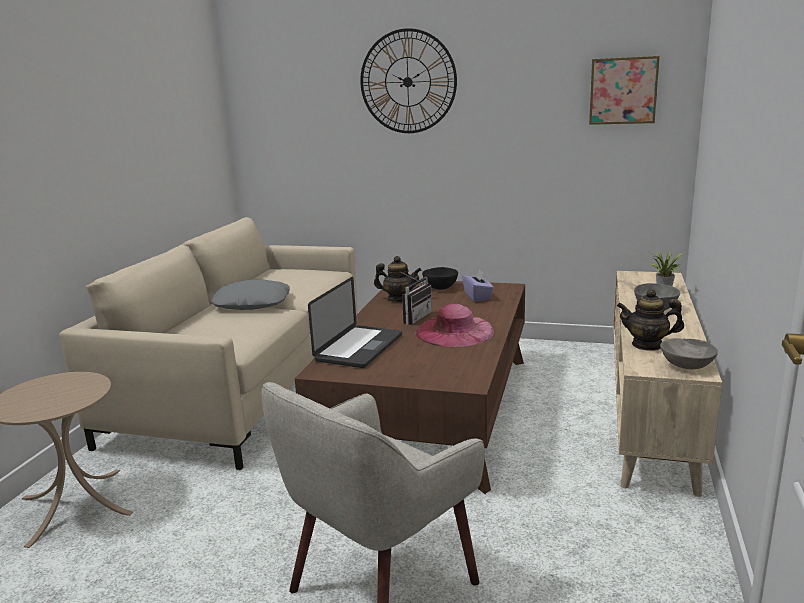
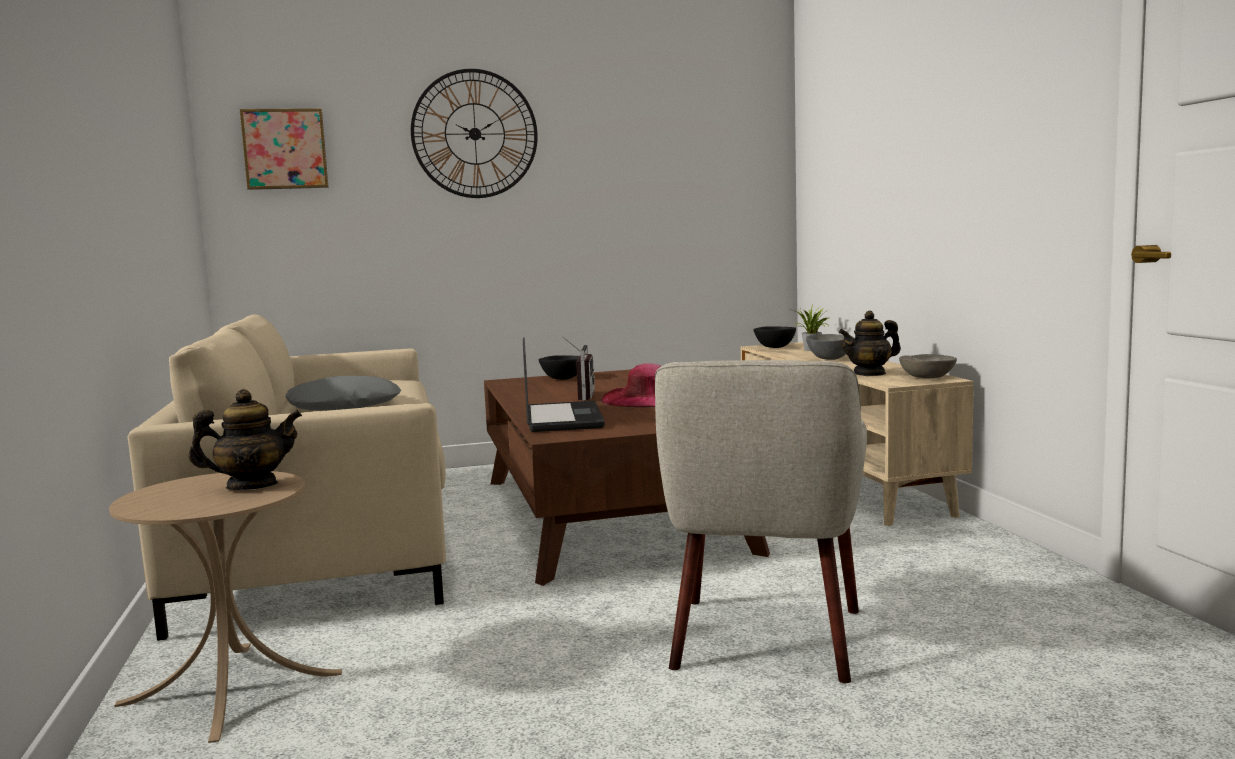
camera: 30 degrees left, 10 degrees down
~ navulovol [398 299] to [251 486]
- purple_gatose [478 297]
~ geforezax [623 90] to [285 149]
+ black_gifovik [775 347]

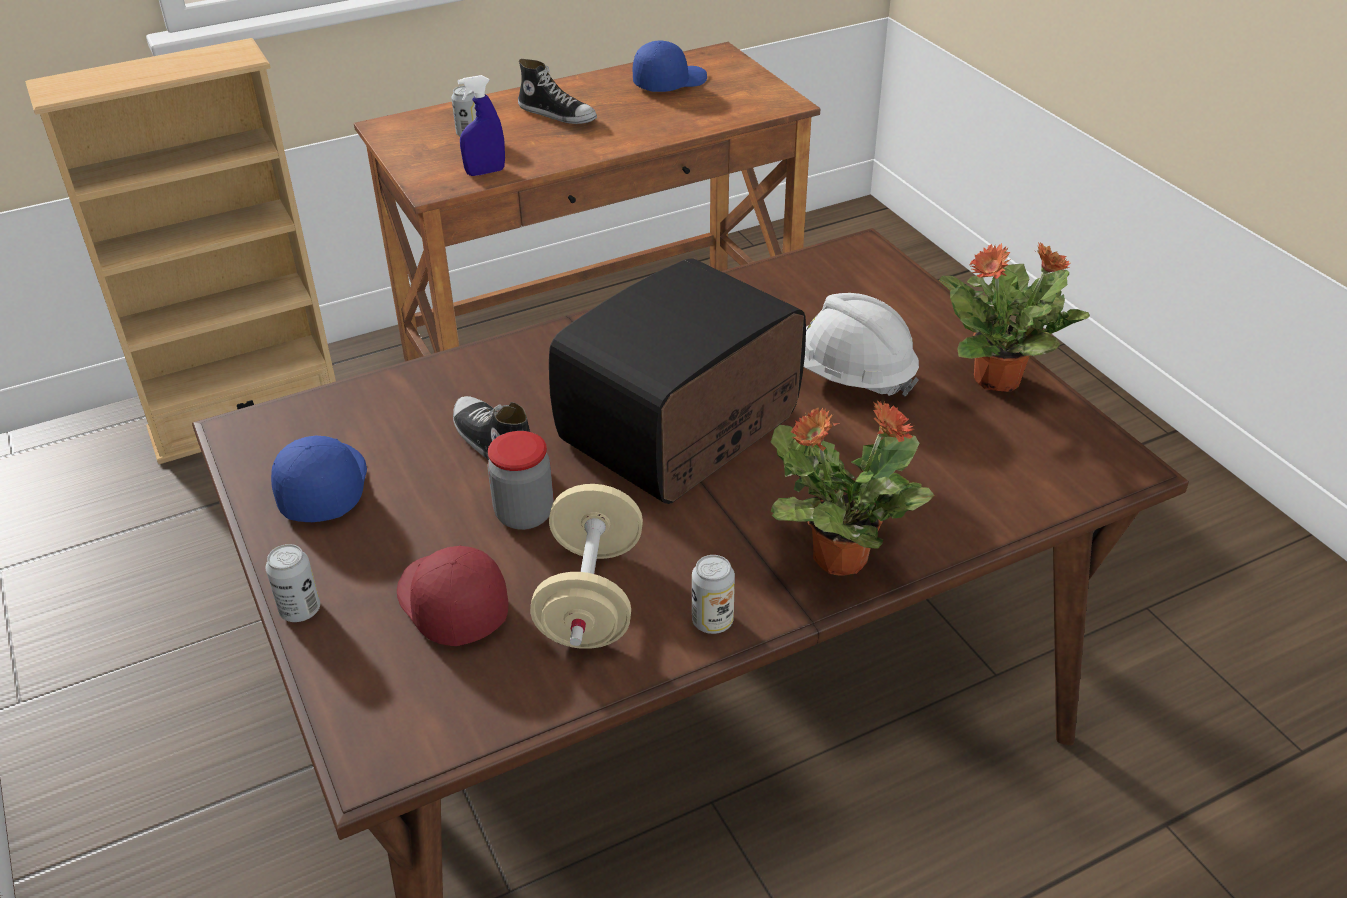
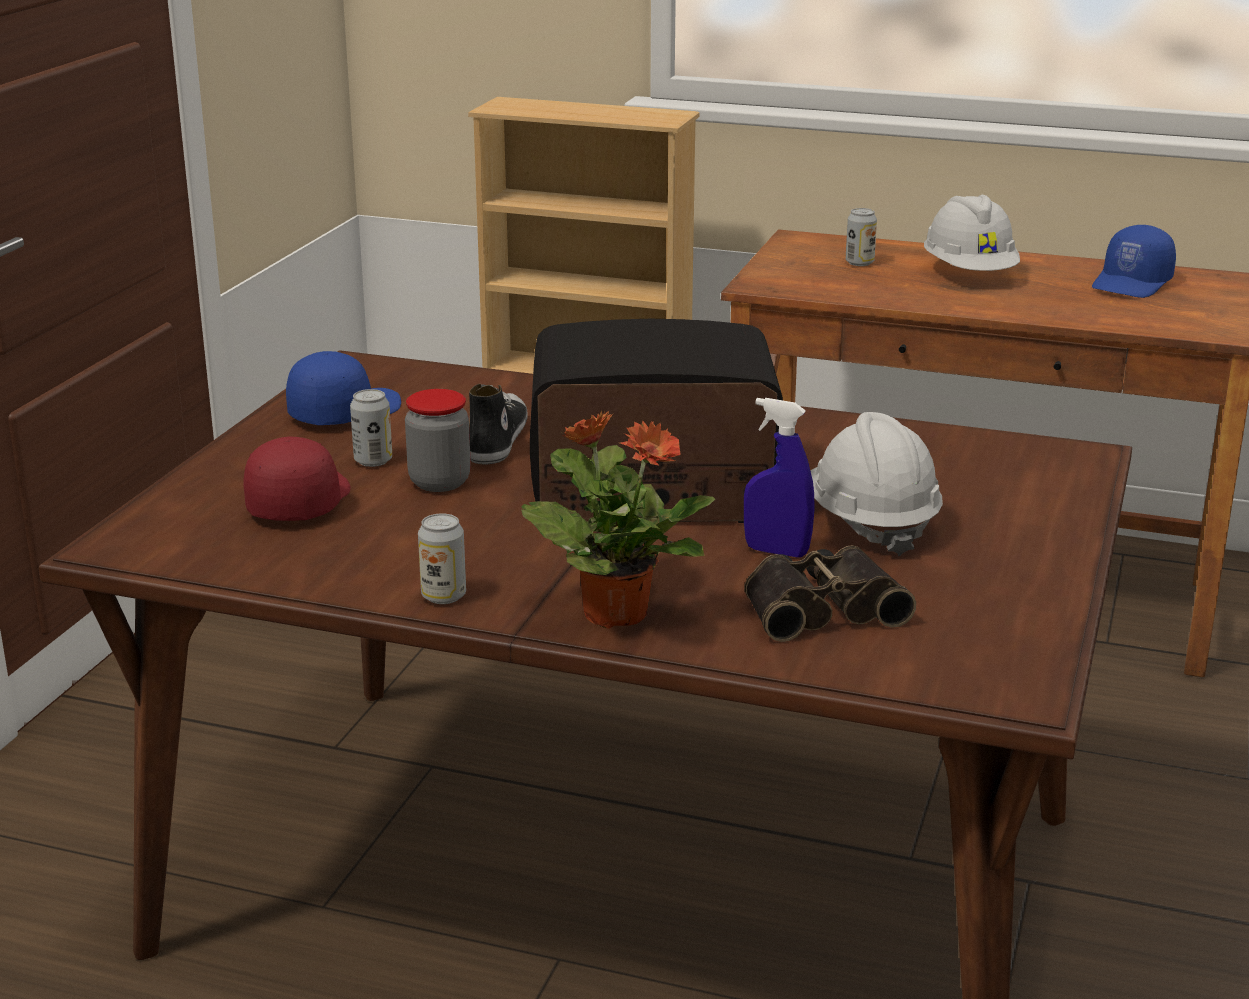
camera: 45 degrees right, 15 degrees down
~ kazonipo [300 610] to [373 461]
~ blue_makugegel [485 172] to [776 551]
~ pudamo [558 114] to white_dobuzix [969 274]
- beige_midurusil [591 598]
~ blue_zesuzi [669 82] = [1133 284] 120 degrees clockwise
- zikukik [999 379]
+ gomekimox [821 607]

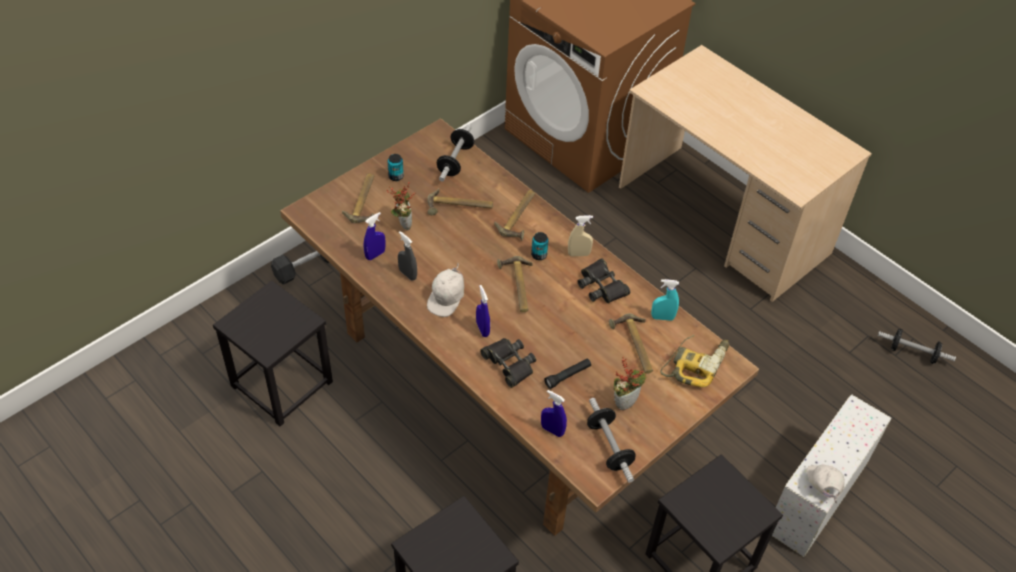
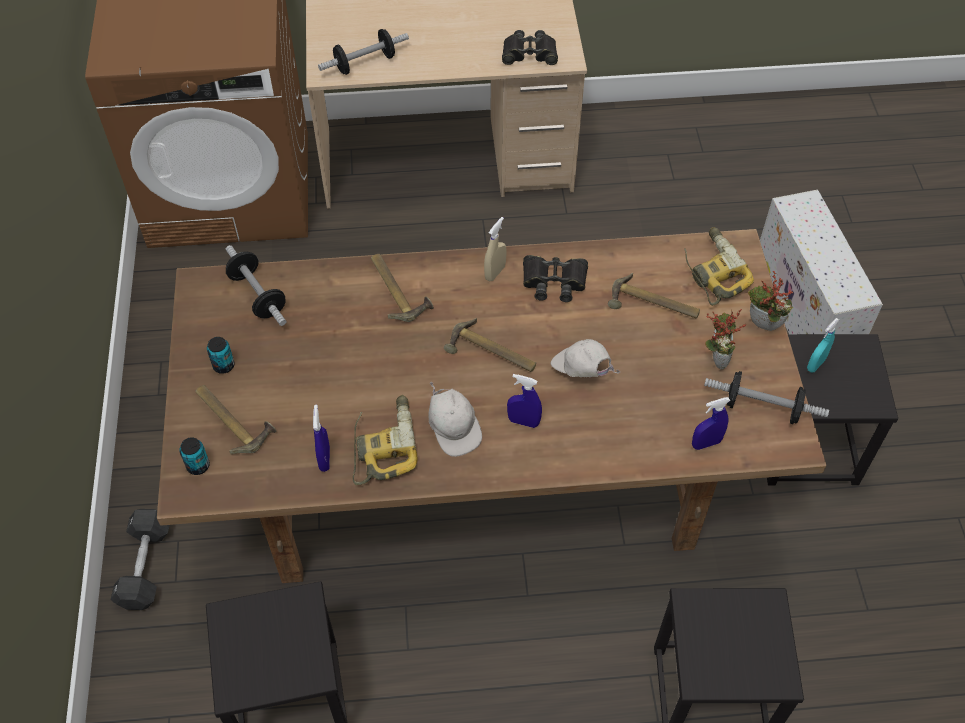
camera: 50 degrees left, 5 degrees up
~ zikukik [402 223] to [761 327]
~ grey_makugegel [407 274] to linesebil [383 444]
- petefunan [459 207]
~ black_gomekimox [509 364] to [529 53]
~ kazonipo [539 255] to [198 466]
- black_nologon [567 376]
~ turquoise_makugegel [662 317] to [816 364]
~ white_zesuzi [822 487] to [581 371]
~ midurusil [912 353] to [365 63]

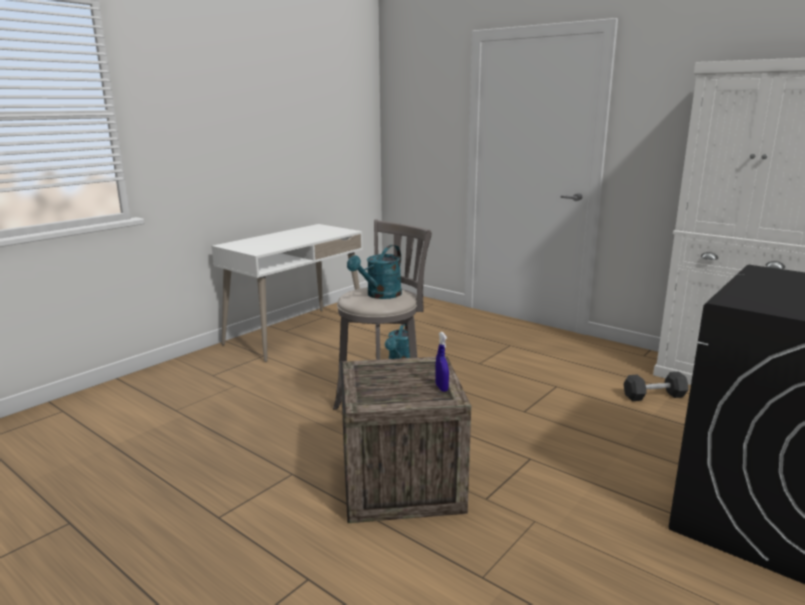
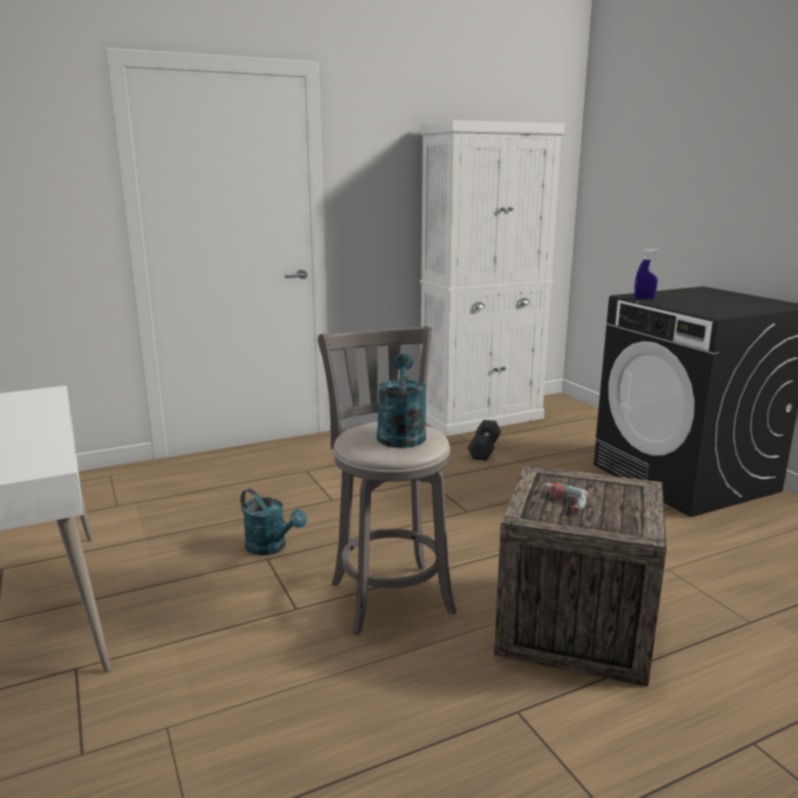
camera: 65 degrees left, 0 degrees up
~ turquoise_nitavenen [380 295] = [401 433] 150 degrees counterclockwise
~ blue_makugegel [441 388] to [644 298]
+ linesebil [561 505]

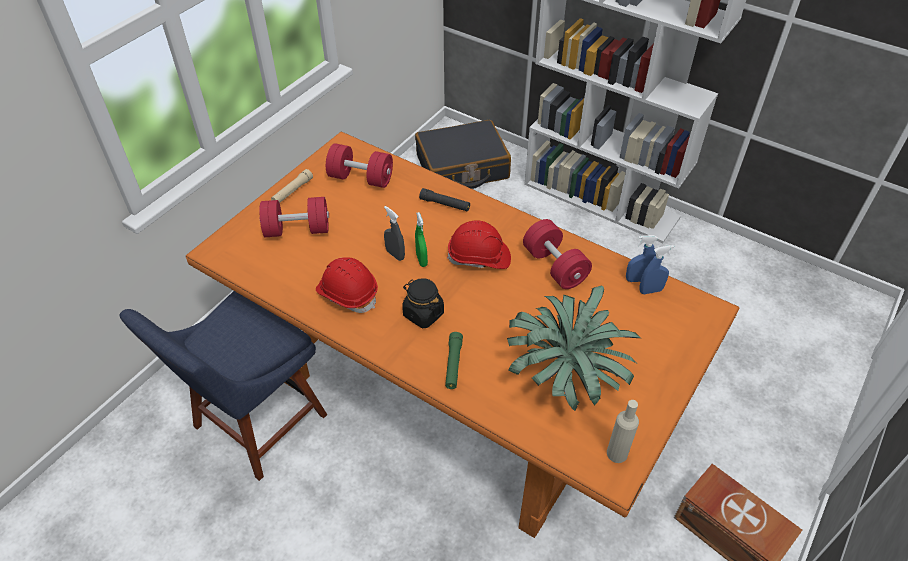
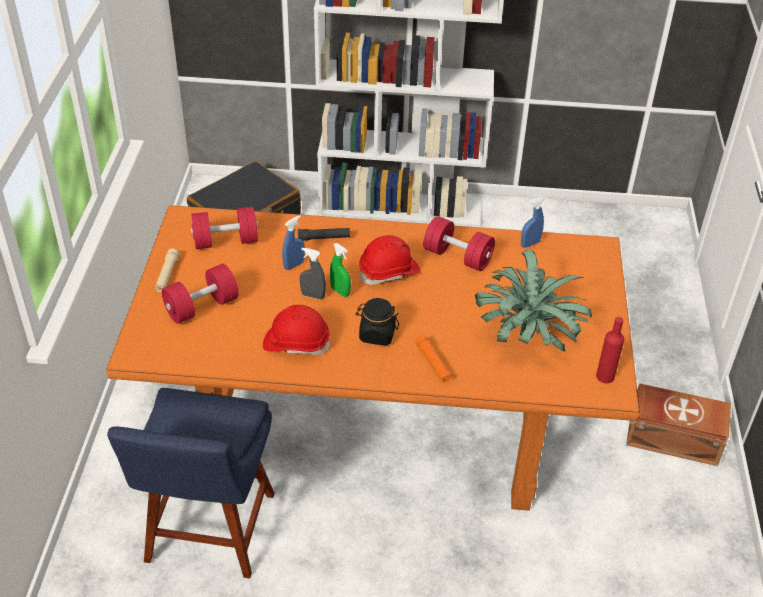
camera: 30 degrees left, 5 degrees down
~ green_nologon [453 364] to orange_nologon [433 363]
~ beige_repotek [617 453] to red_repotek [605 376]
~ blue_makugegel [650 290] to [294 265]

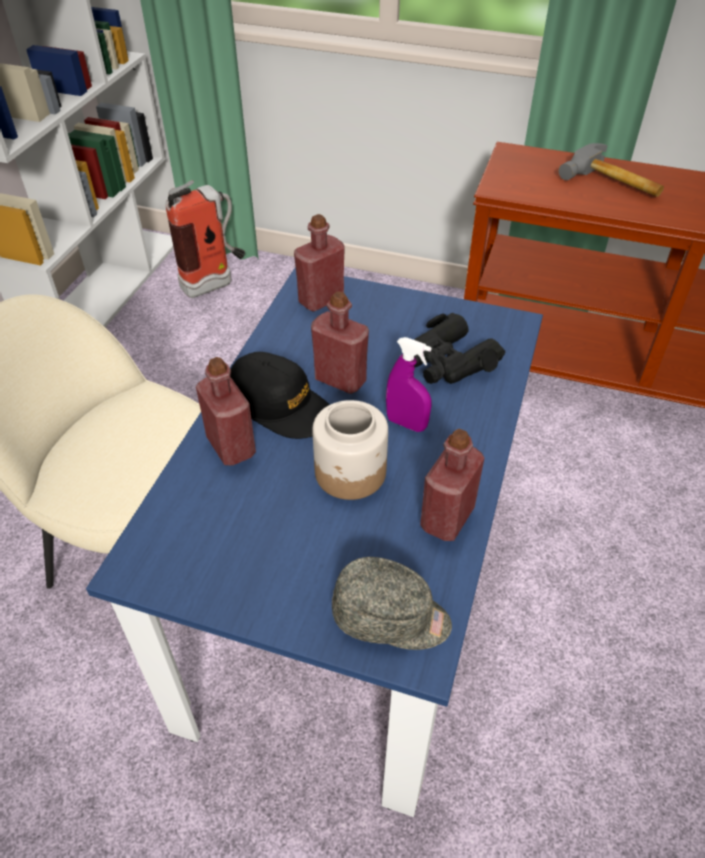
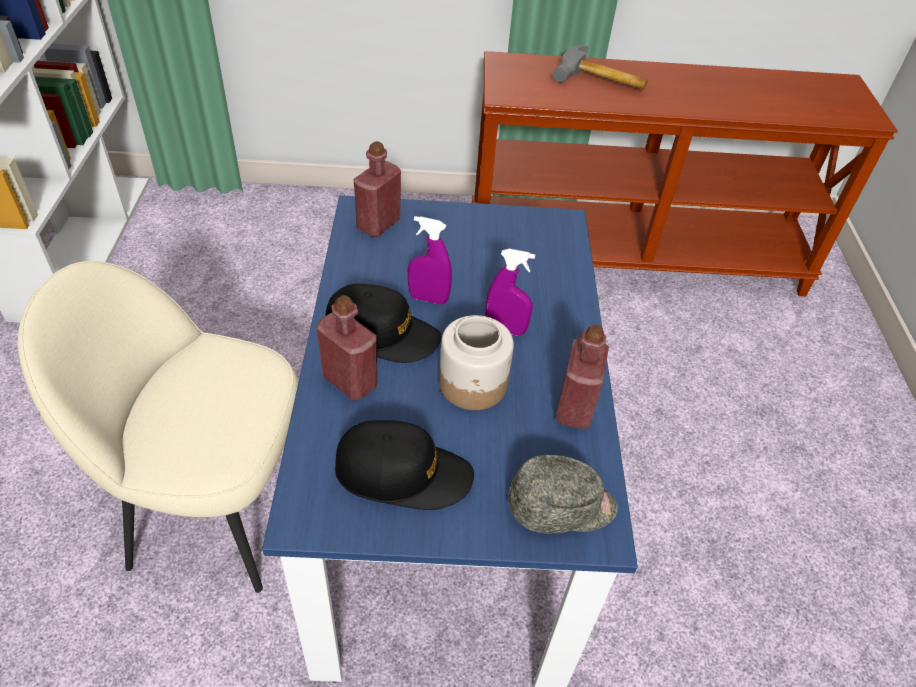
camera: 20 degrees left, 0 degrees up
- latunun [215 283]
~ red_repotek [340 379] to purple_makugegel [428 299]
- black_gomekimox [448 362]
+ black_zesuzi [403 473]

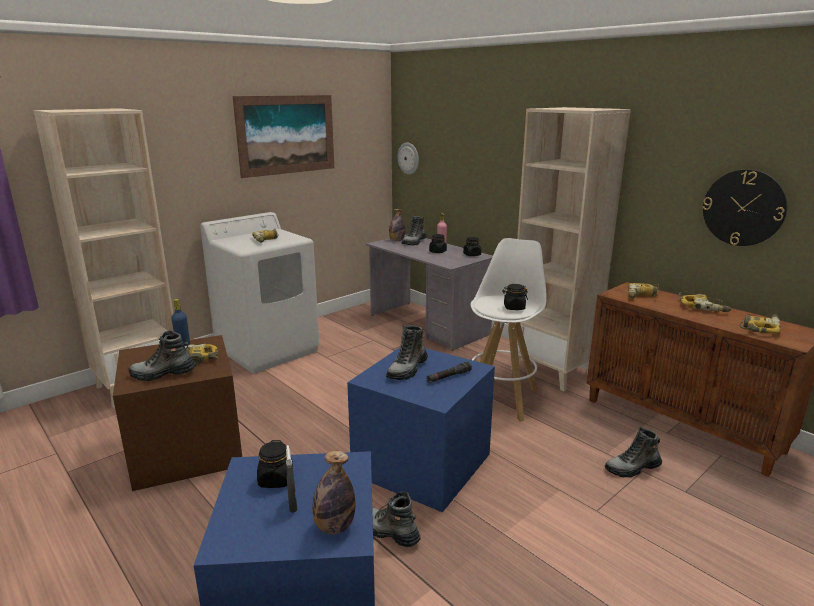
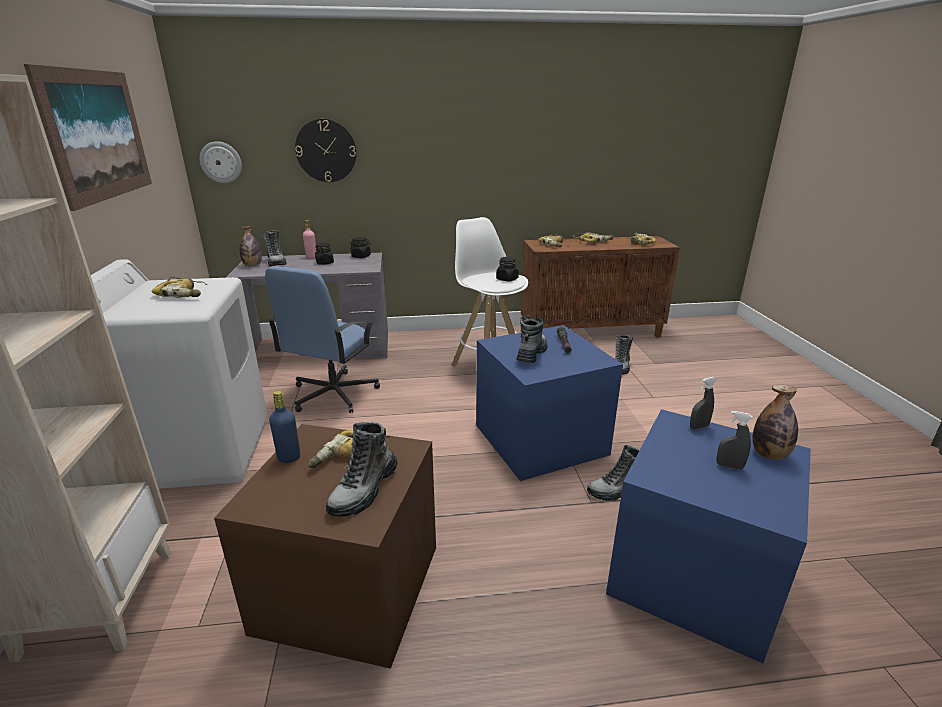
camera: 55 degrees left, 5 degrees up
- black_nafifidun [276 480]
~ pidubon [407 369] = [531 354] 135 degrees counterclockwise
- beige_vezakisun [552 371]
~ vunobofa [743 208] to [326 151]
+ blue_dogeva [333 394]
+ grey_makugegel [699 427]

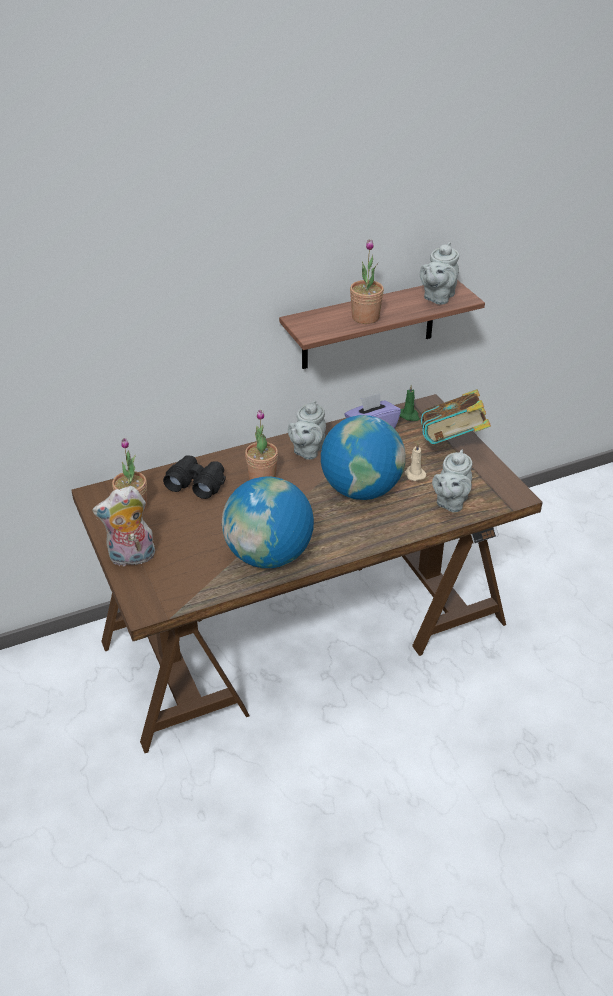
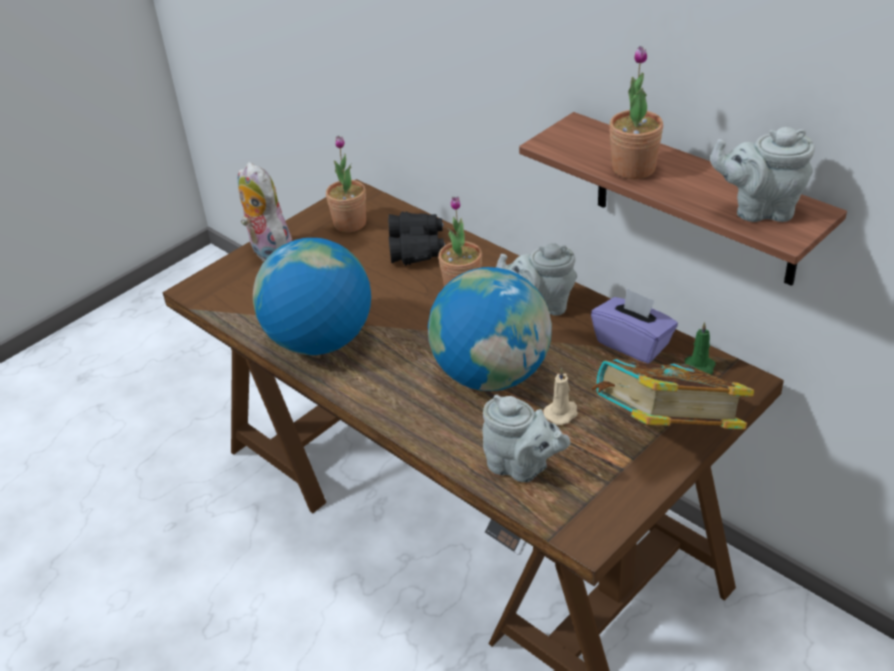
camera: 70 degrees right, 0 degrees up
~ grey_navulovol [450 502] = [522 467] 150 degrees counterclockwise

